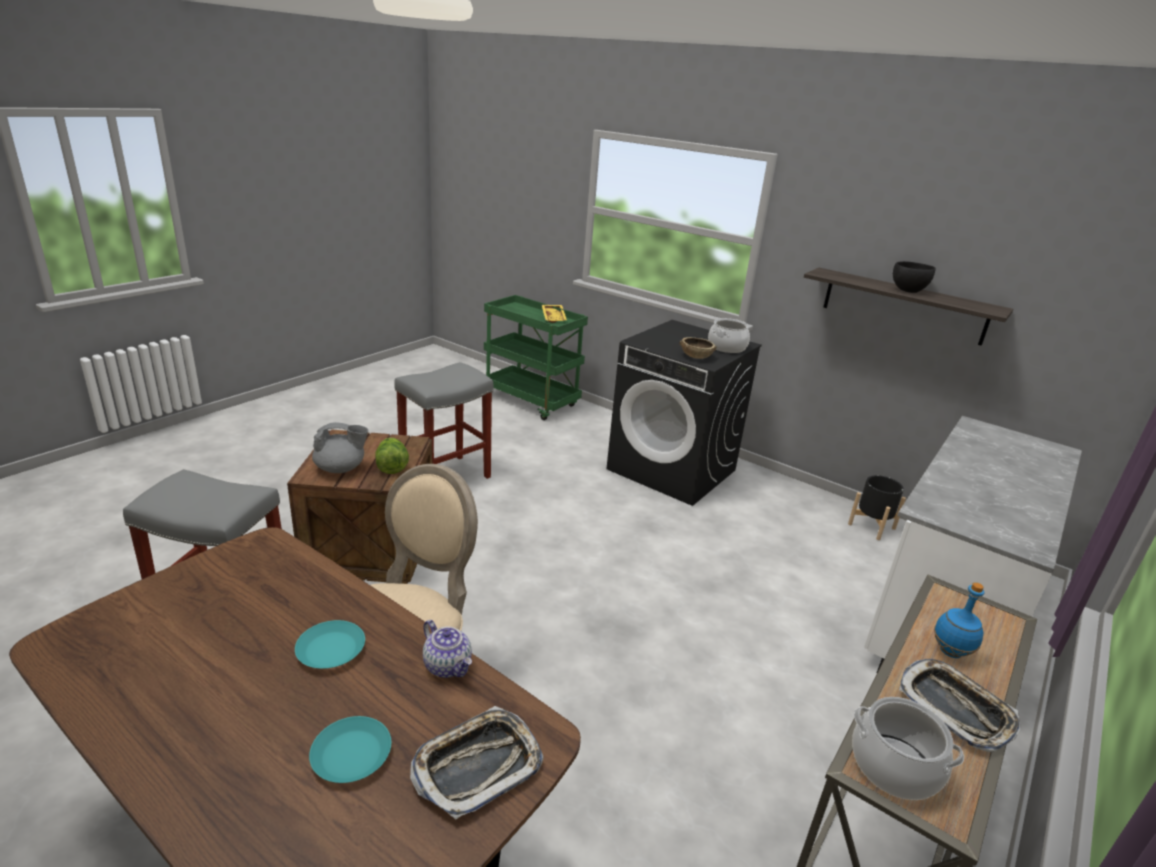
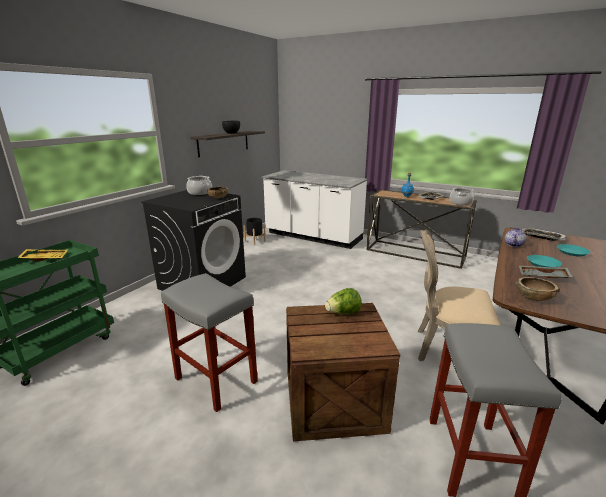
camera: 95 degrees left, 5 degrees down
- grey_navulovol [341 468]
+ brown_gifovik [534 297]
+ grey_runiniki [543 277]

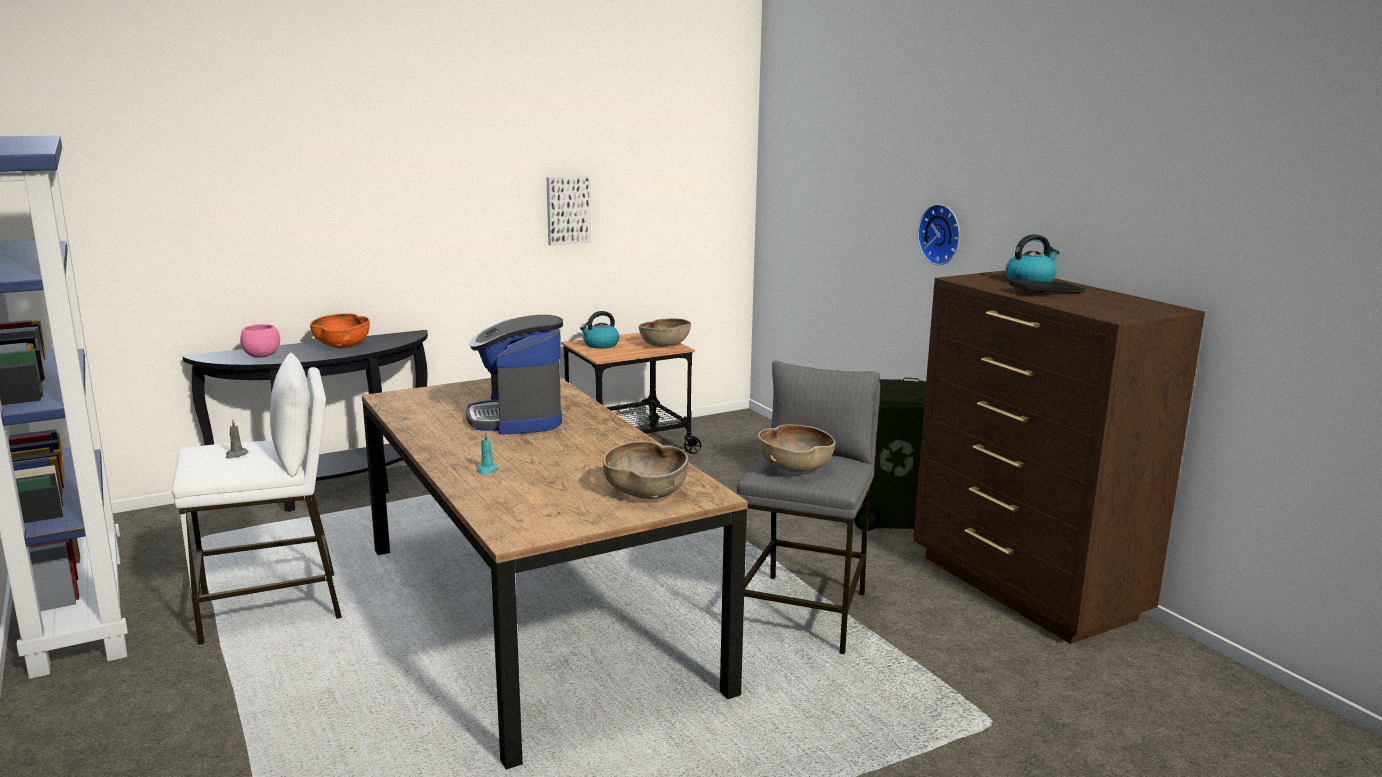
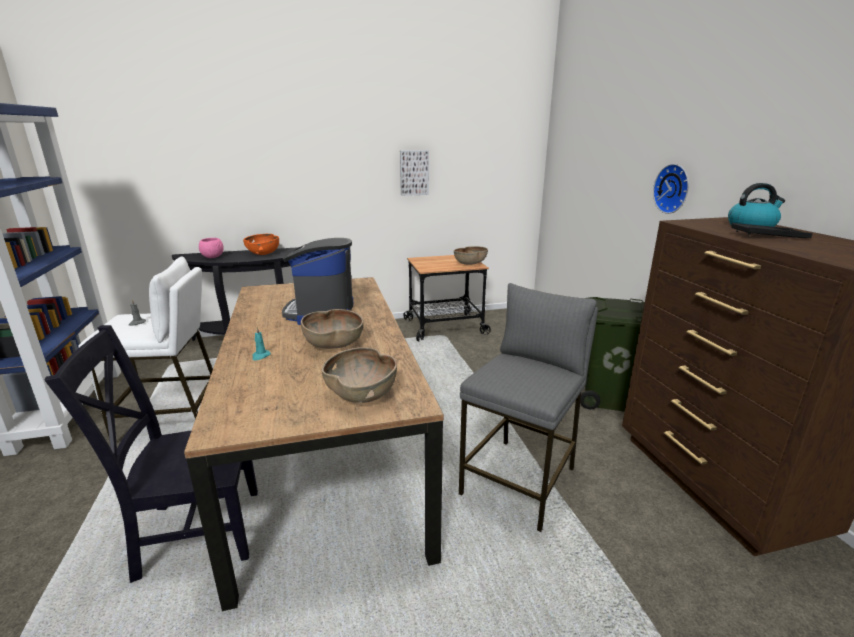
camera: 15 degrees right, 5 degrees up
- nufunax [600 345]
~ brown_gifovik [794 469] to [333 344]
+ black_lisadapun [194 533]

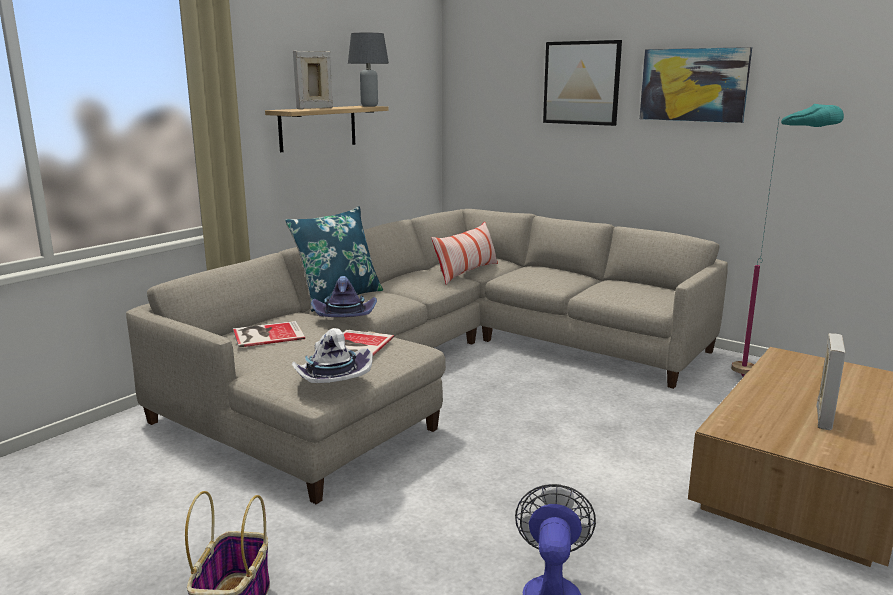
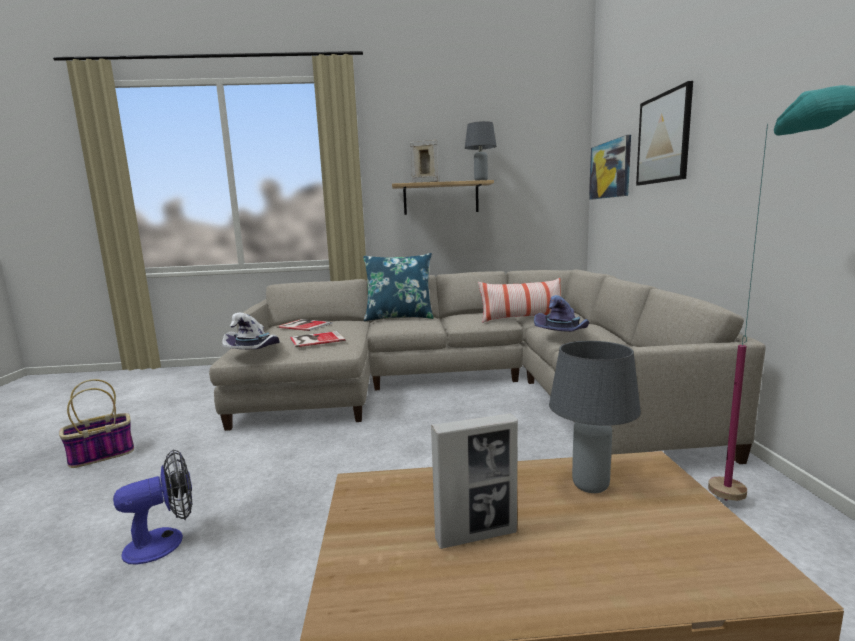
camera: 50 degrees right, 5 degrees down
~ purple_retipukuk [345 318] to [562 333]
~ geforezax [693 85] to [610 170]
+ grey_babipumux [591 486]

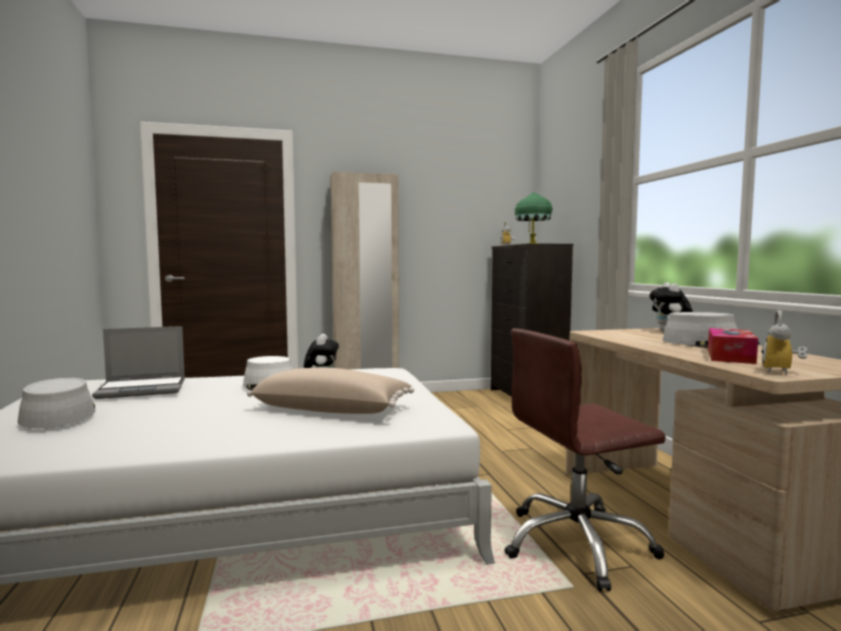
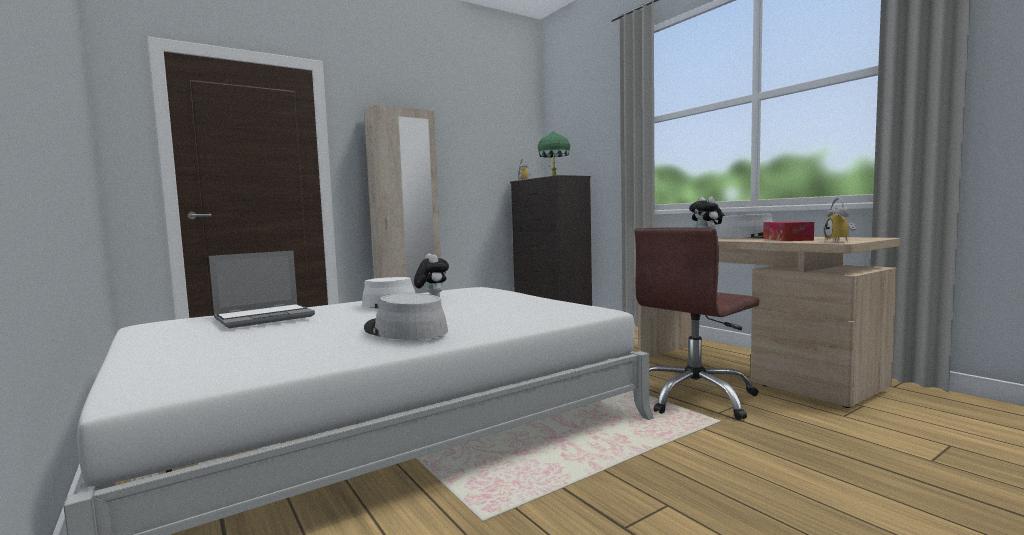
camera: 20 degrees left, 0 degrees up
~ grey_retipukuk [58 414] to [405 330]
- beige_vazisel [332 410]

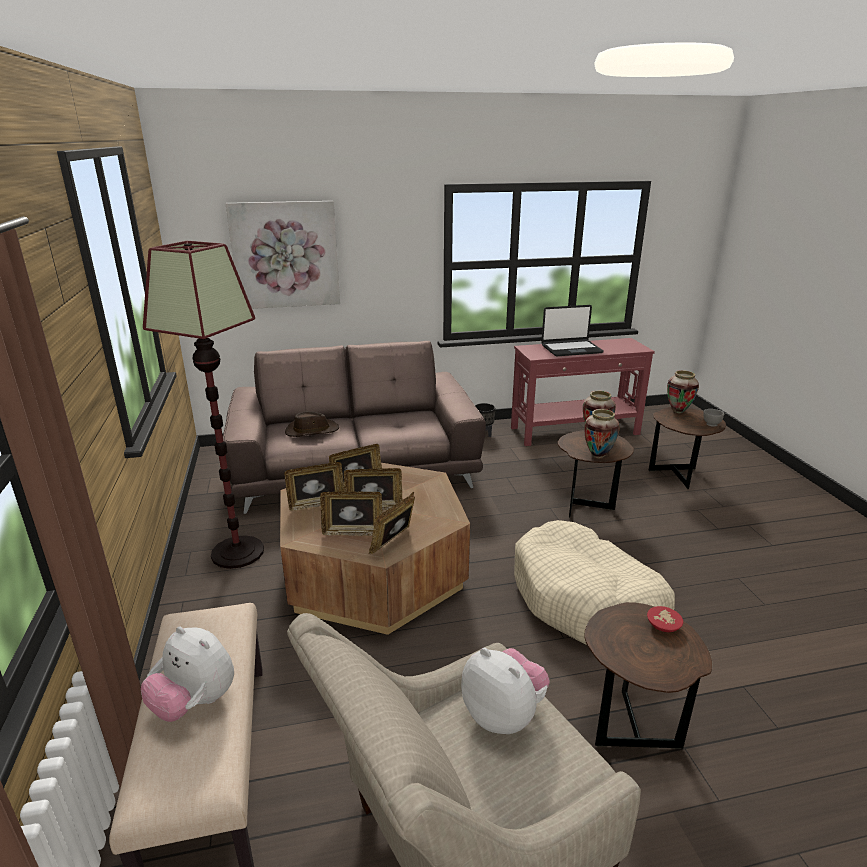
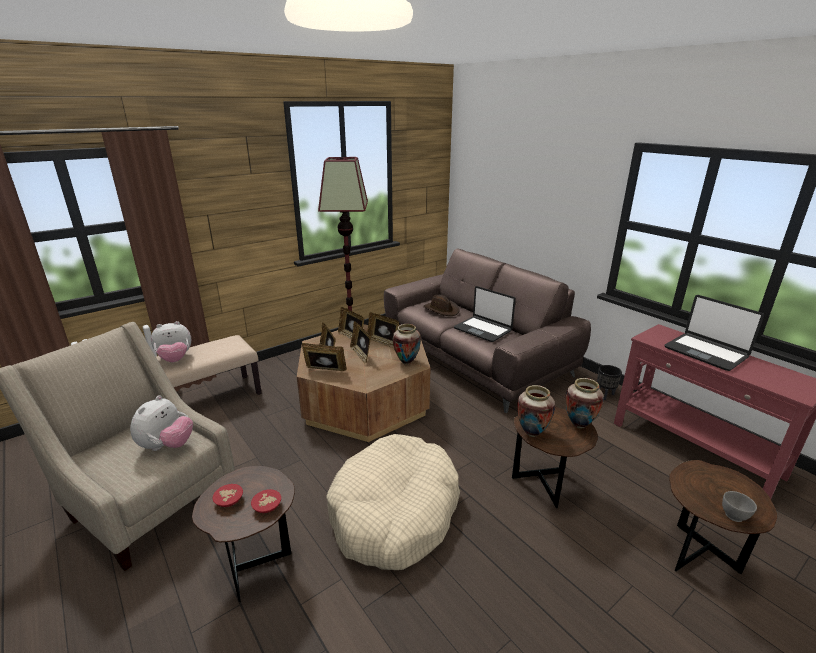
camera: 65 degrees right, 0 degrees up
~ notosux [195 703] = [175 359] 120 degrees counterclockwise
- geforezax [285 255]
~ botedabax [678 411] to [406 362]
+ red_gifovik [228 500]
+ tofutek [483 329]

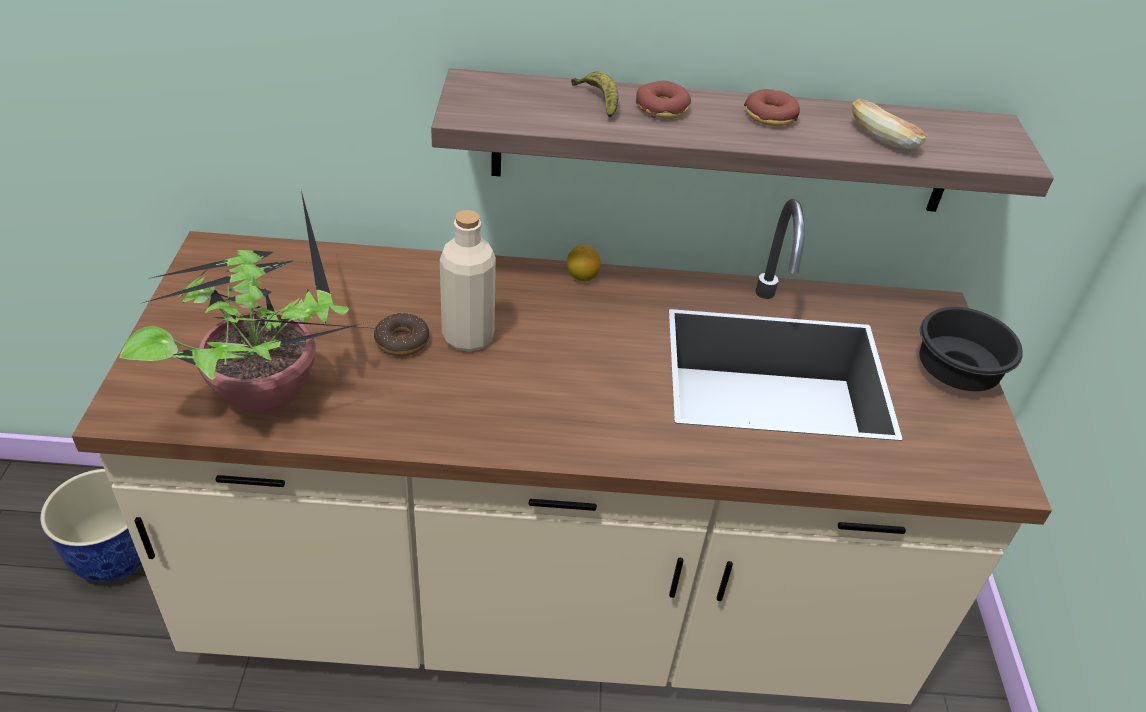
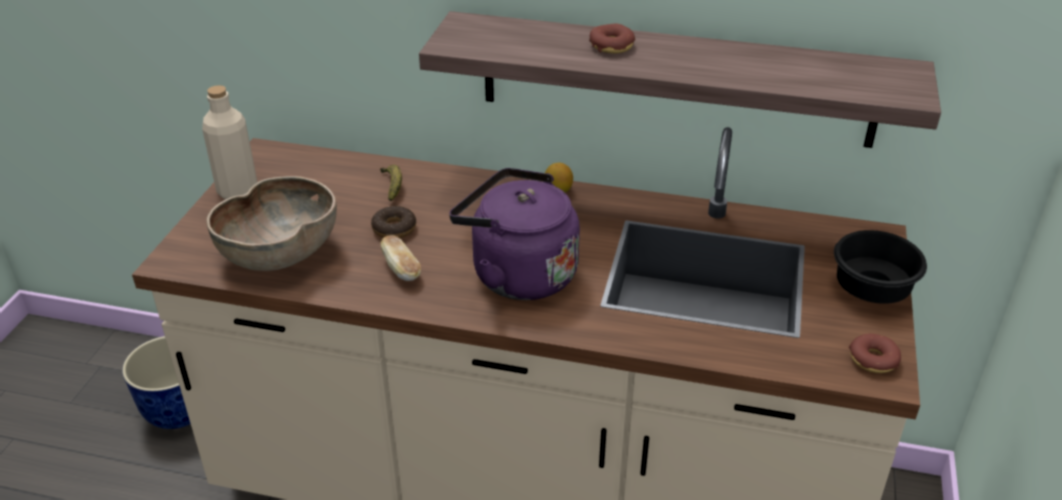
camera: 15 degrees right, 5 degrees down
~ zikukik [267 389] to brown_gifovik [280 254]
~ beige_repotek [468 337] to [237 191]
~ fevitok [598 101] to [392 186]
~ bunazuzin [770 116] to [873 360]
~ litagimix [882 139] to [401 269]
+ purple_nufunax [518 274]

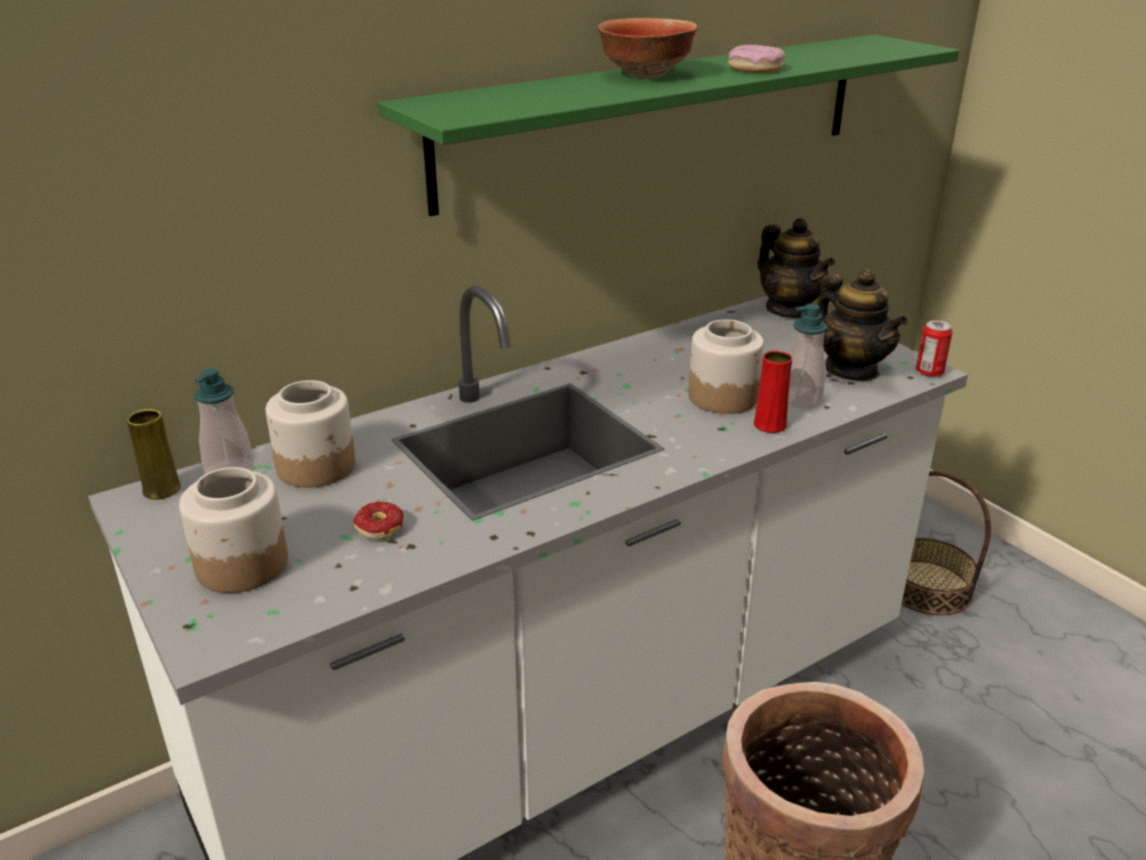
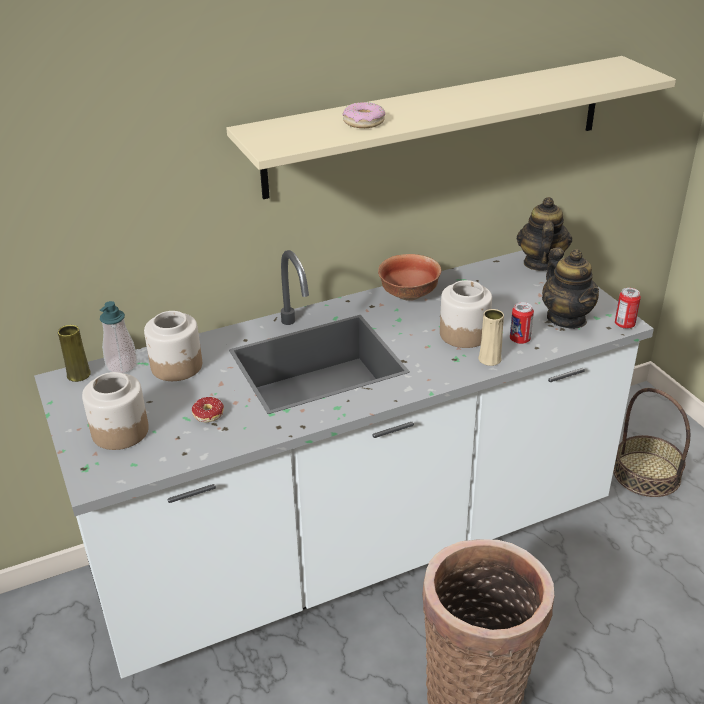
camera: 10 degrees right, 5 degrees up
~ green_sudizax [659 117] to beige_sudizax [438 125]
~ gifovik [647 75] to [410 295]
~ bunazuzin [755 68] to [363 122]
~ red_botedabax [770 425] to beige_botedabax [489 359]
~ navulovol [789 310] = [540 263] 150 degrees counterclockwise
~ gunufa [800 399] to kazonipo [519 339]

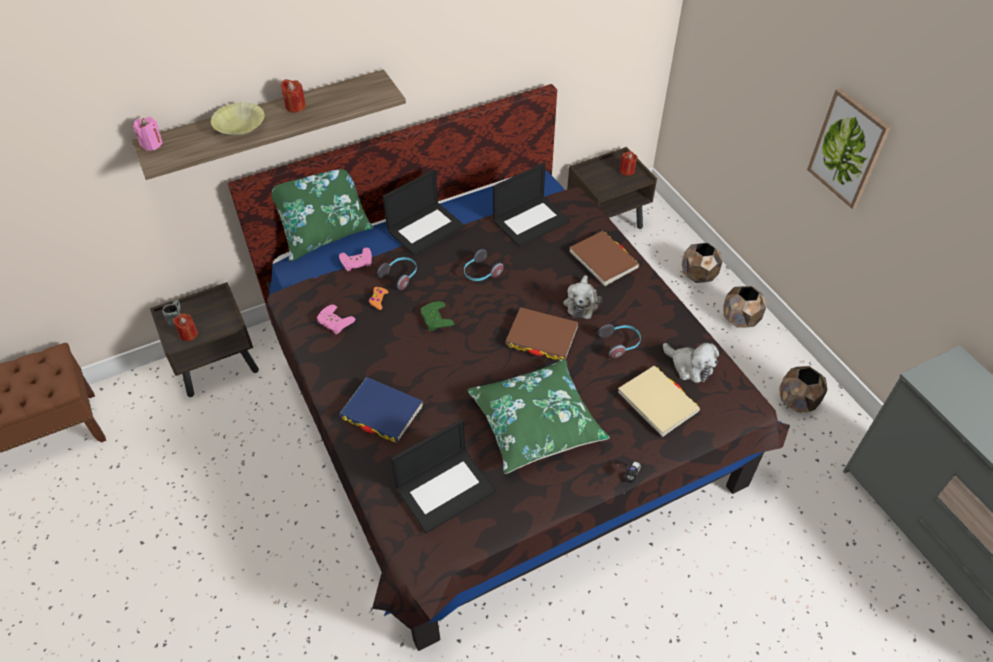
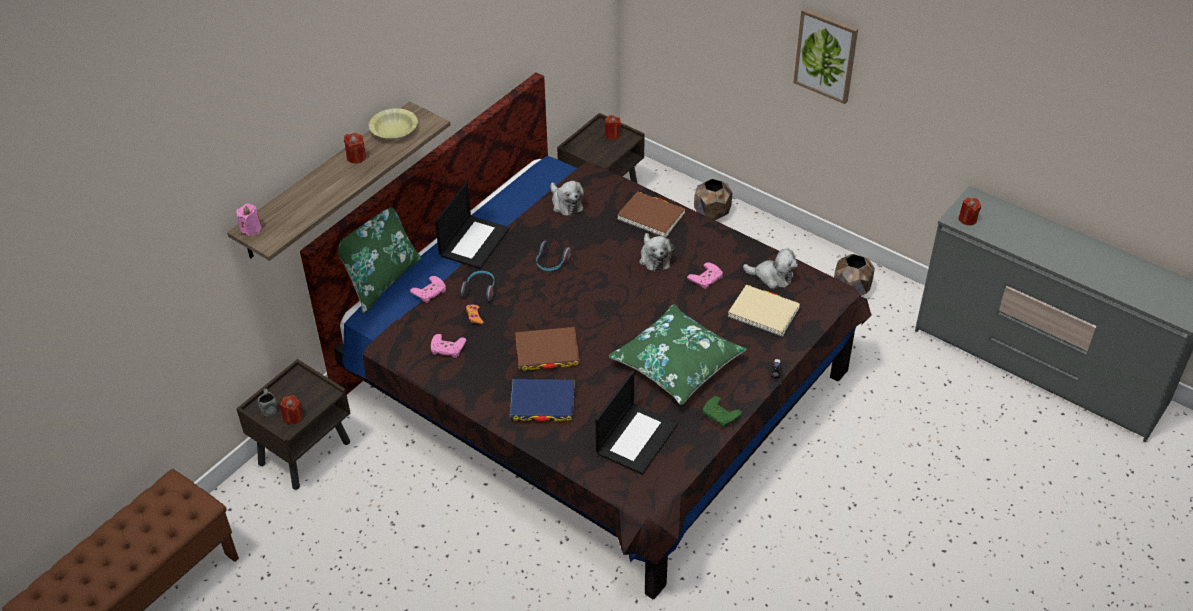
camera: 25 degrees left, 5 degrees down
~ yellow_gifovik [240 126] to [394 130]
~ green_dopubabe [434 319] to [719 415]
~ tofutek [531 220] to notosux [566 204]
~ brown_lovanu [541 337] to [547 352]
~ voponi [620 344] to pink_dopubabe [707 279]
- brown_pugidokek [740 319]
+ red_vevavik [967 219]

